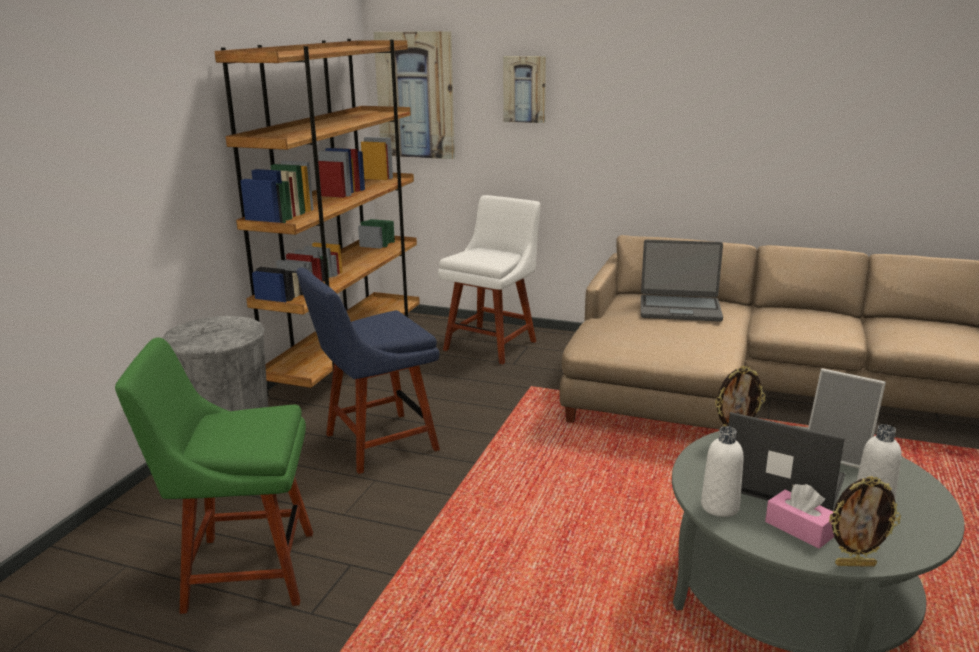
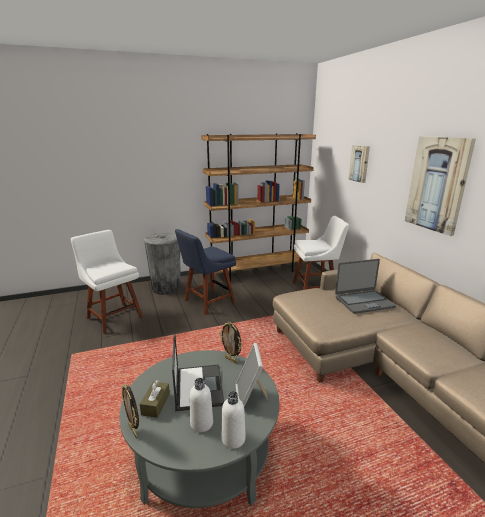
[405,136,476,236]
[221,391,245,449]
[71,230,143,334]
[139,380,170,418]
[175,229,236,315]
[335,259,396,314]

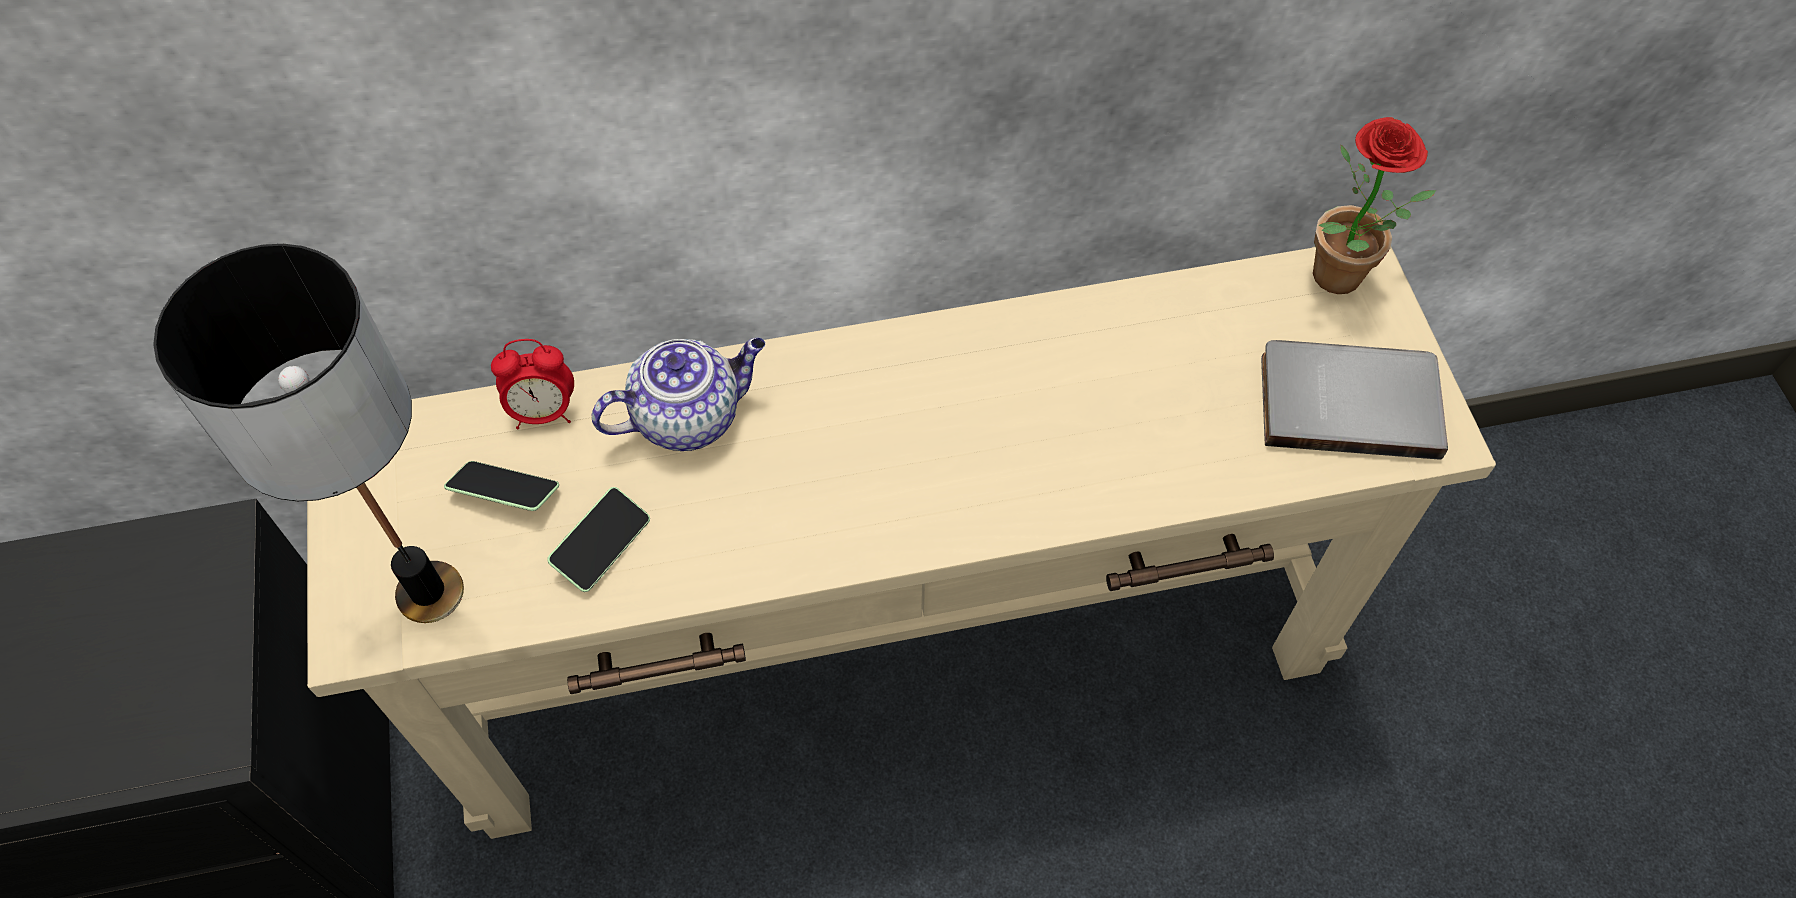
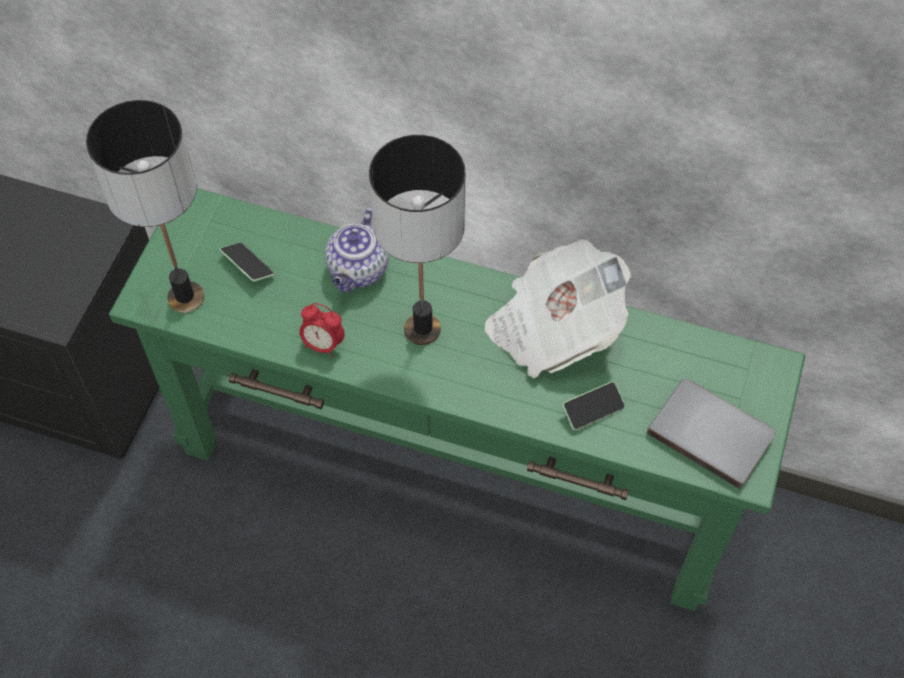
[1313,117,1437,294] (first image)
[369,135,466,345]
[485,240,631,378]
[299,303,345,358]
[563,381,625,430]
[109,188,805,611]
[325,207,389,292]

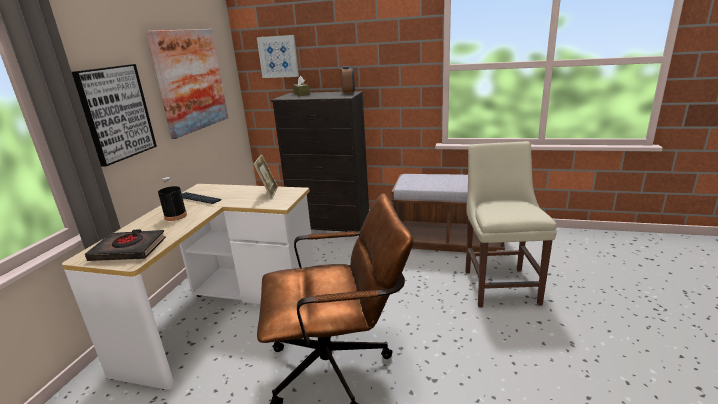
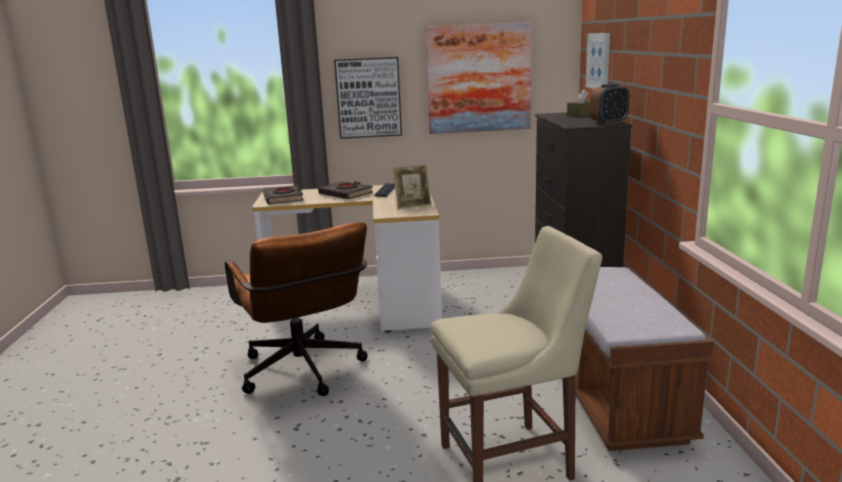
[318,181,373,199]

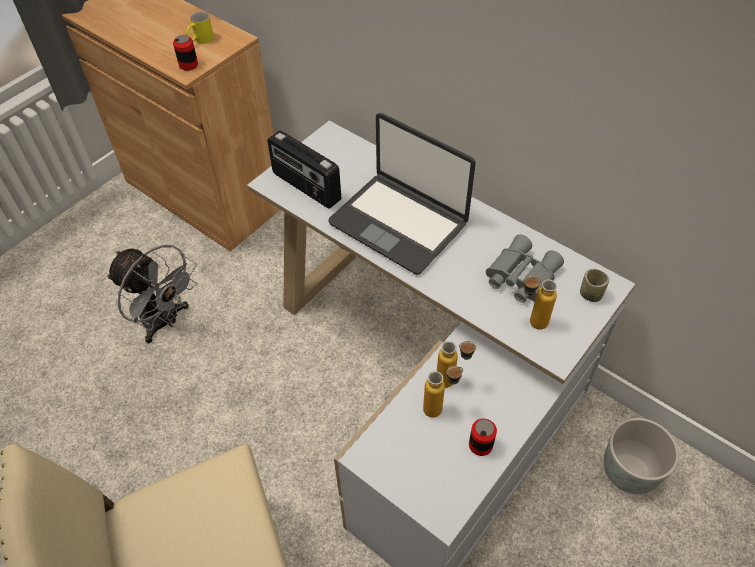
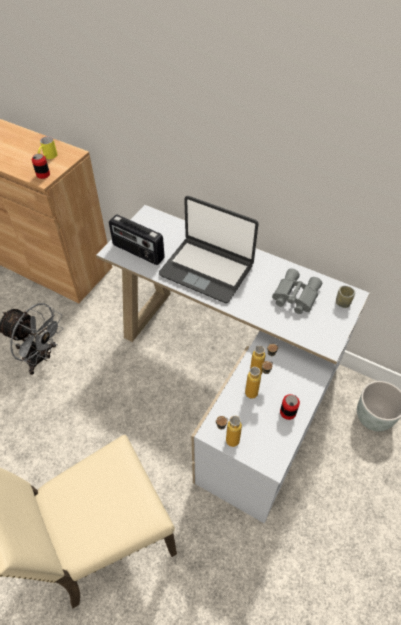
[215,416,242,447]

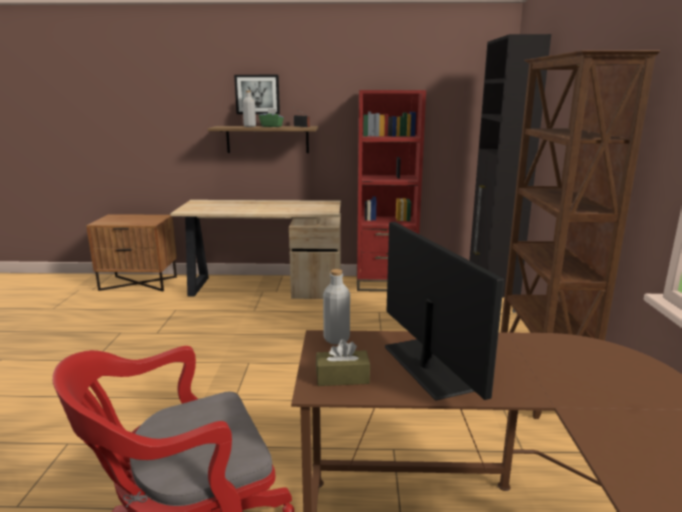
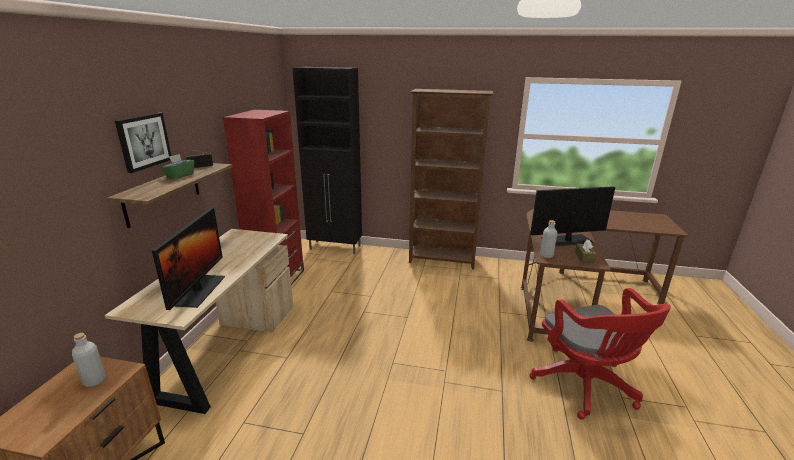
[152,208,225,310]
[72,333,106,387]

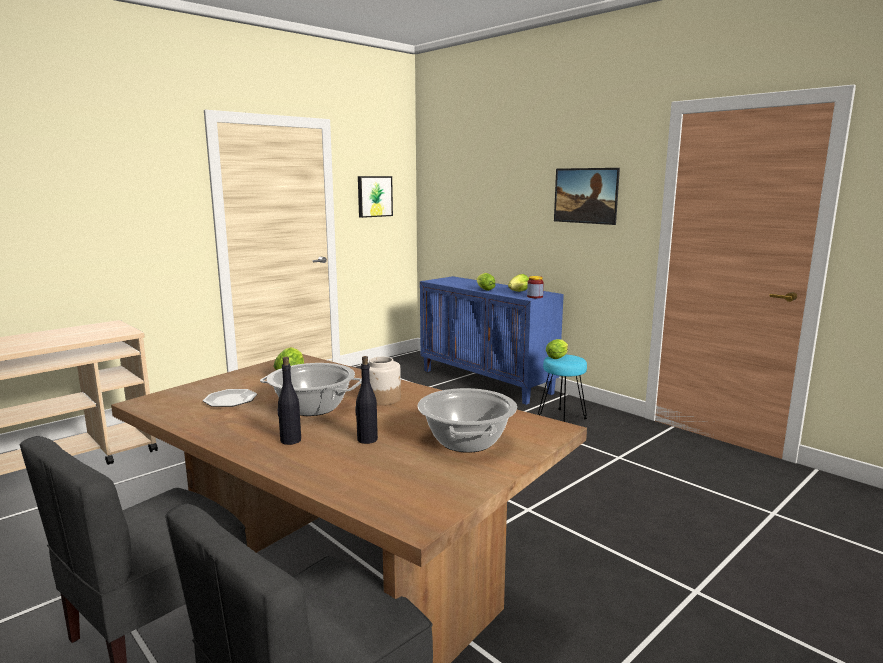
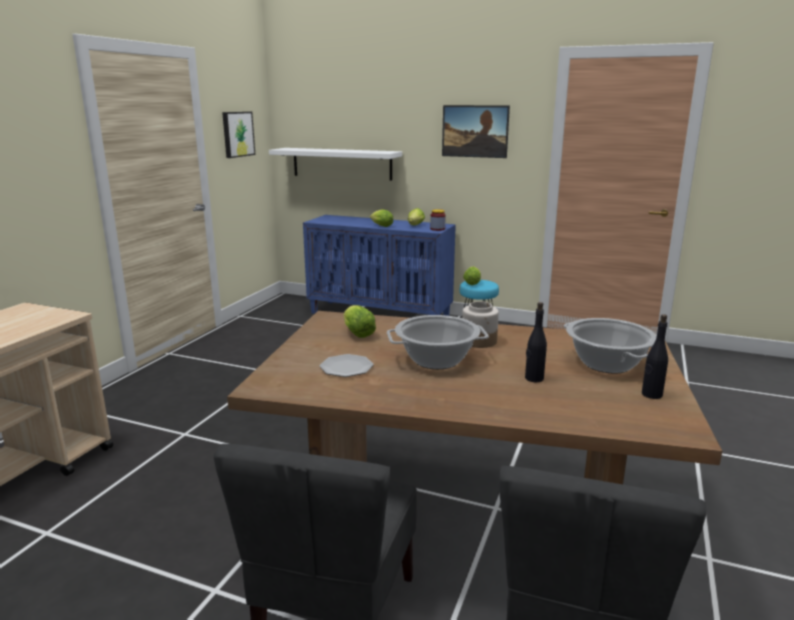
[269,148,402,180]
[642,314,668,399]

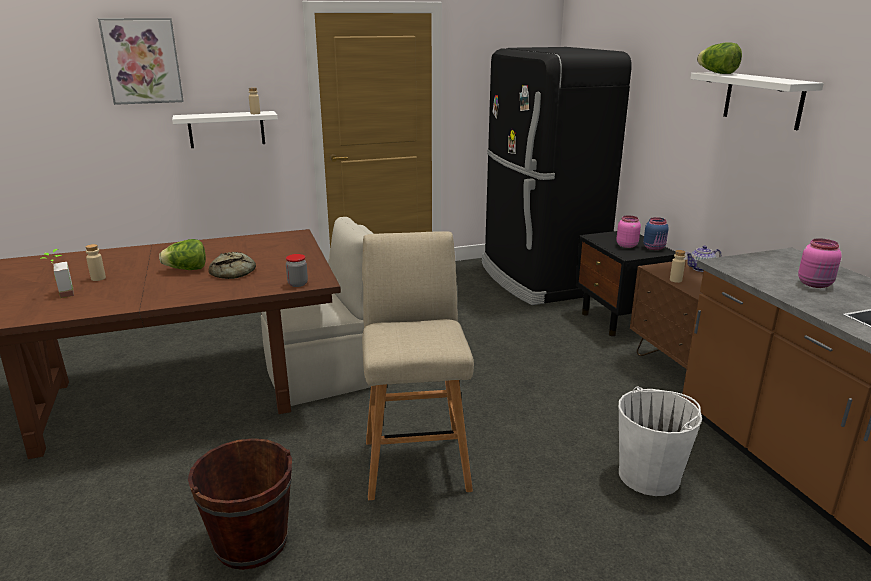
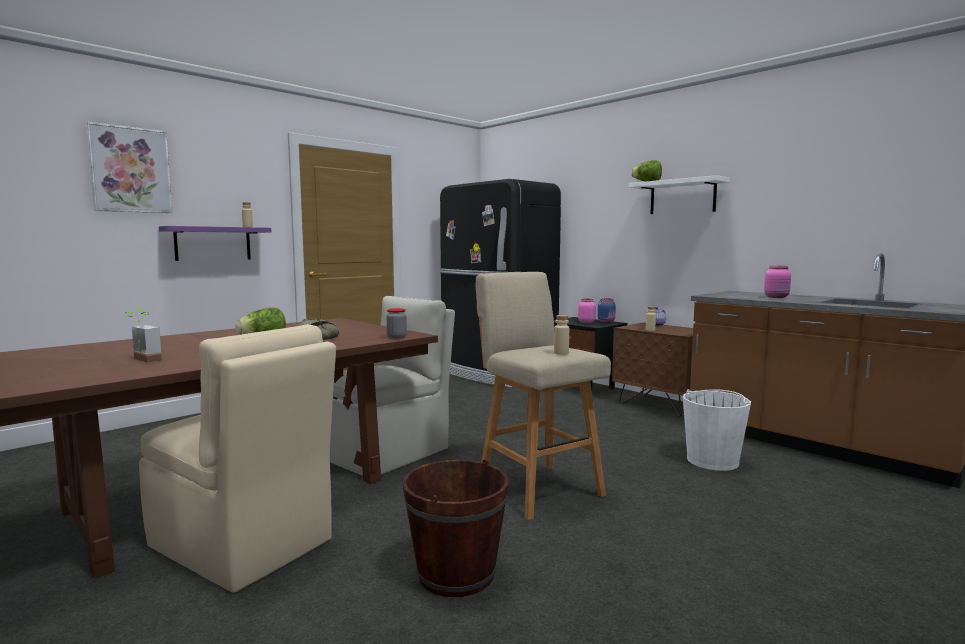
[139,324,336,593]
[554,315,569,355]
[159,226,271,261]

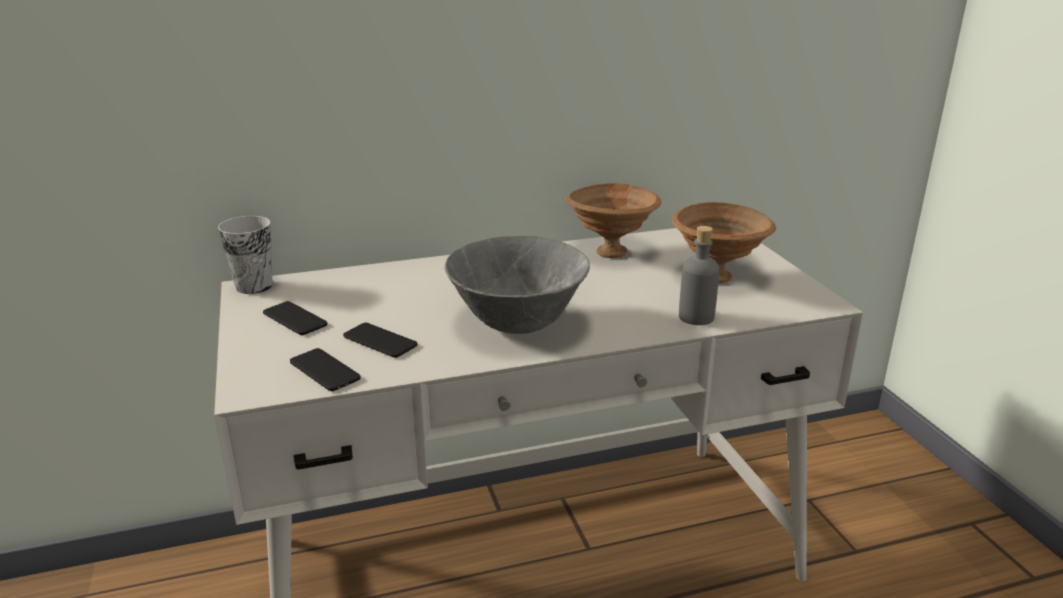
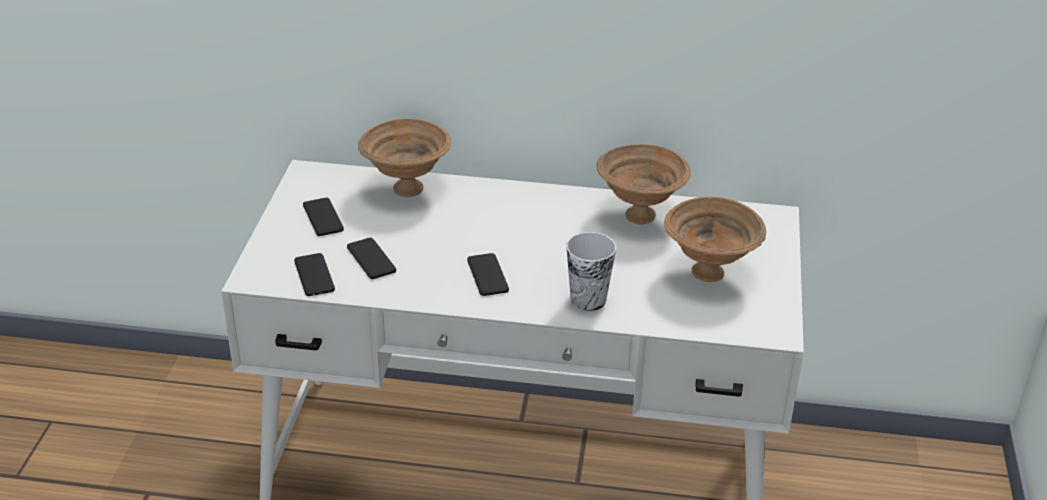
[679,226,720,325] (first image)
[358,119,451,197]
[566,232,616,311]
[467,253,509,296]

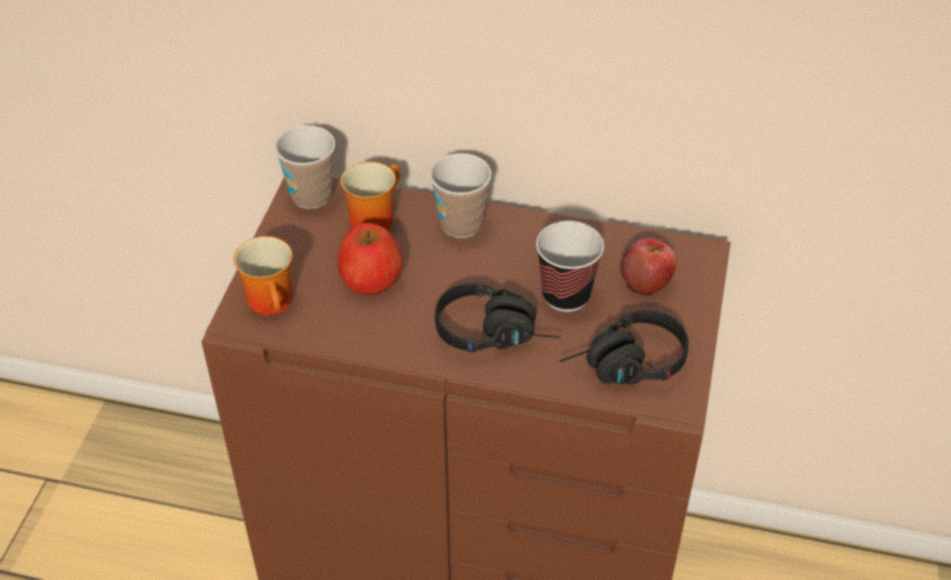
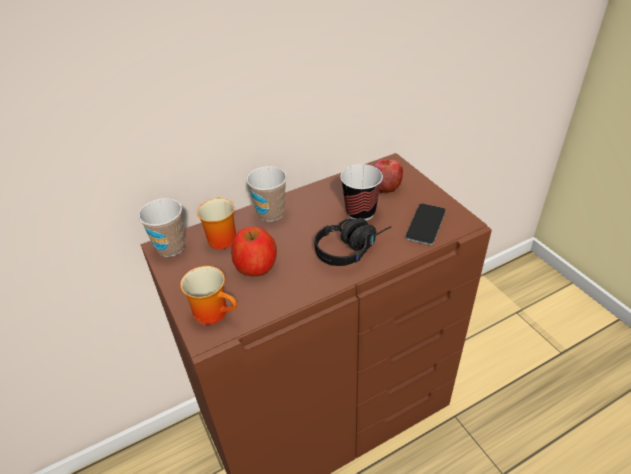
[405,204,446,245]

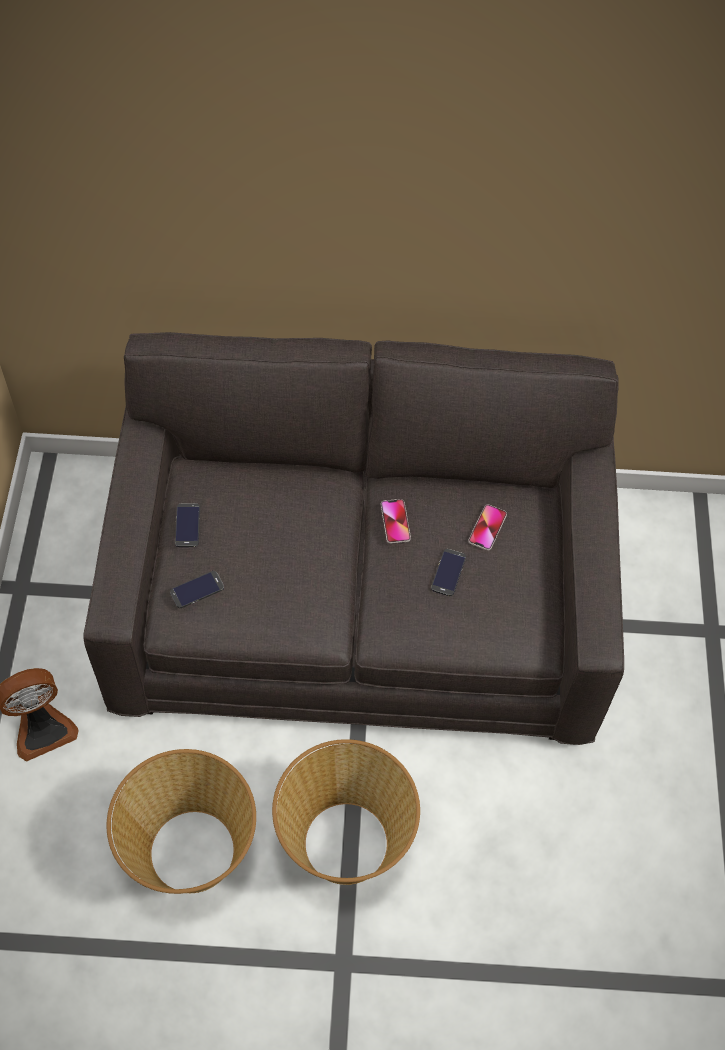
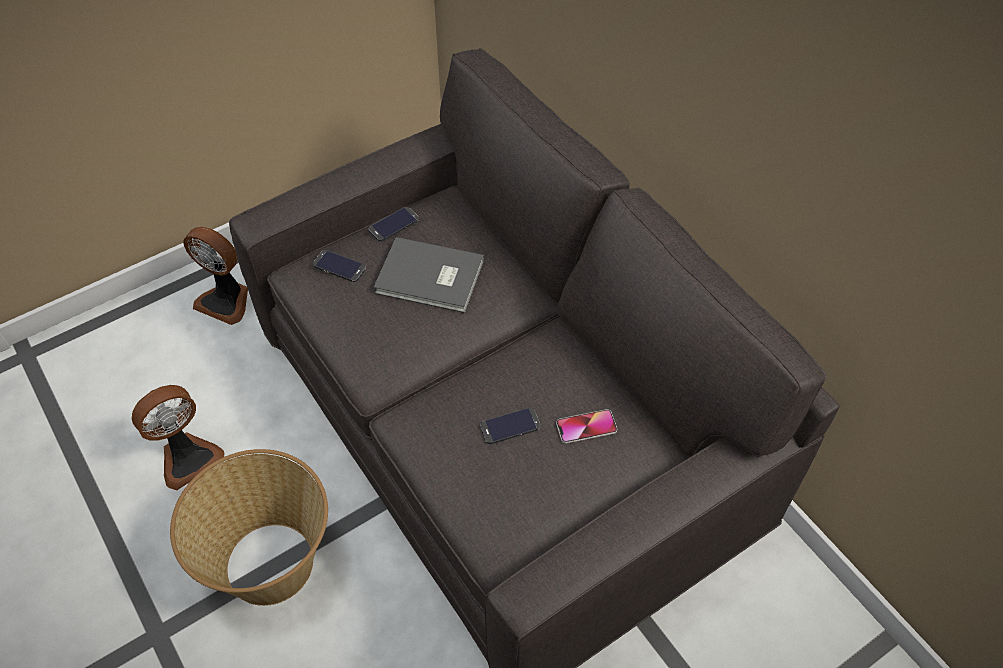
[381,499,411,544] (first image)
[374,237,484,313]
[132,385,224,490]

